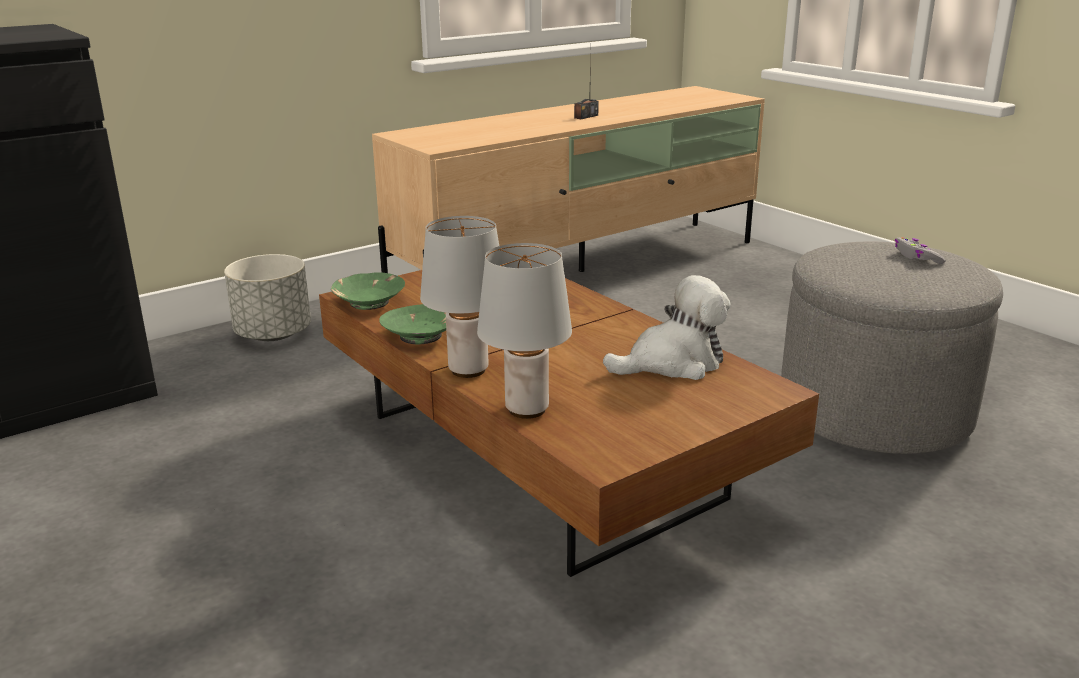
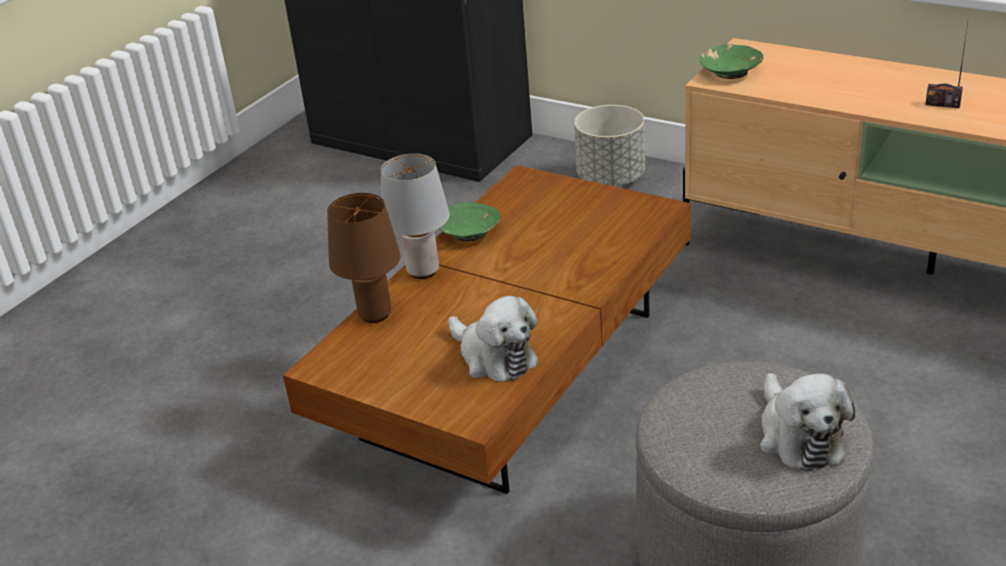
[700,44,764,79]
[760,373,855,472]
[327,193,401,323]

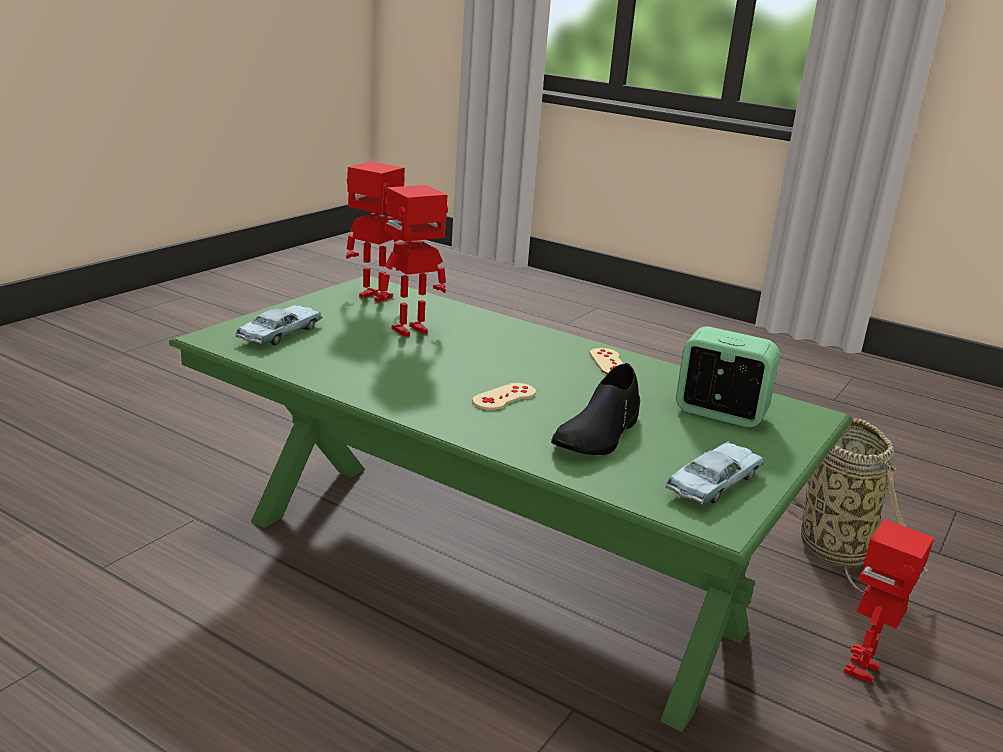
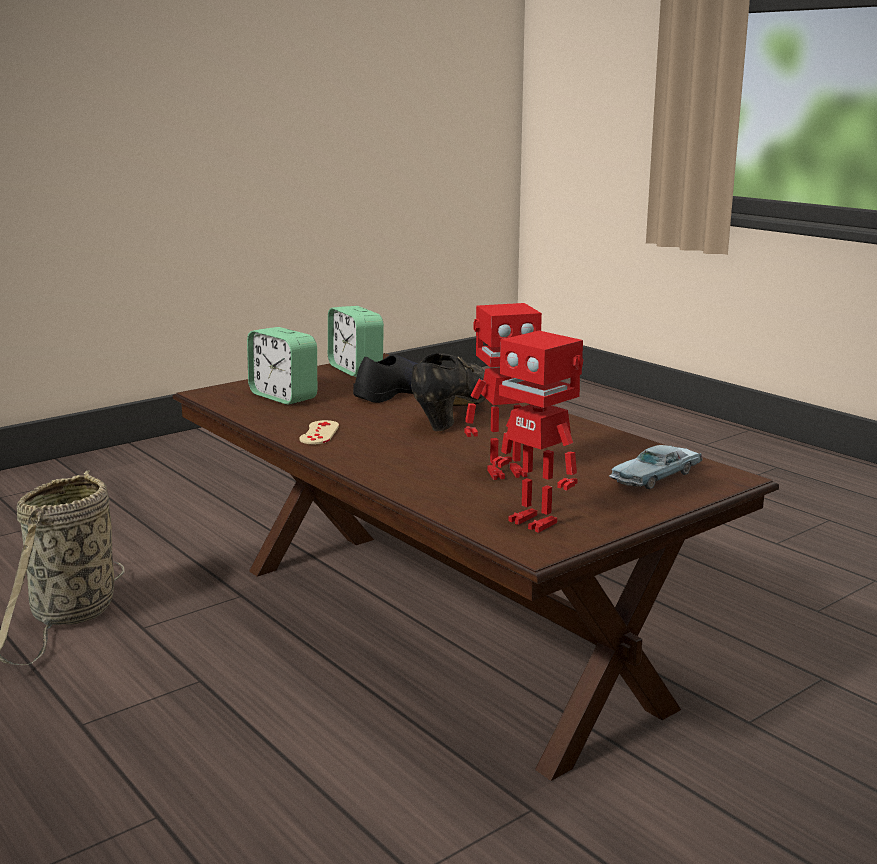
[844,519,934,683] (first image)
[411,353,486,431]
[328,306,384,377]
[173,353,779,781]

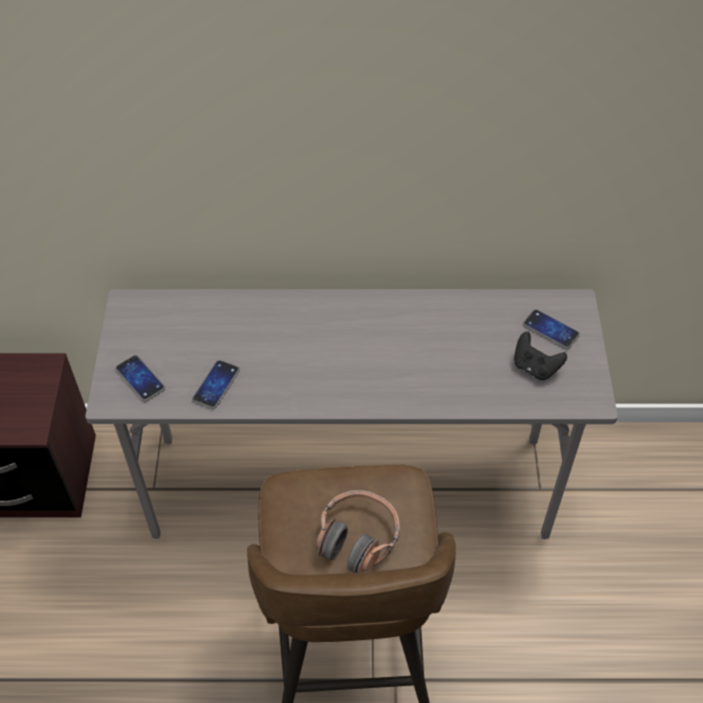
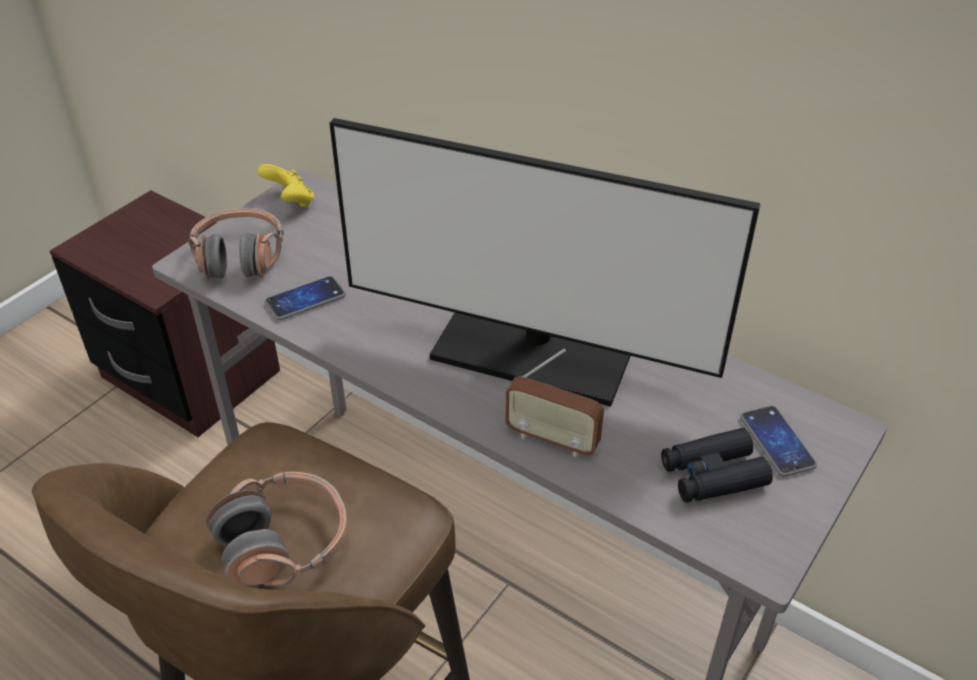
[257,164,314,207]
[329,118,761,407]
[505,349,604,457]
[188,208,284,280]
[661,428,773,503]

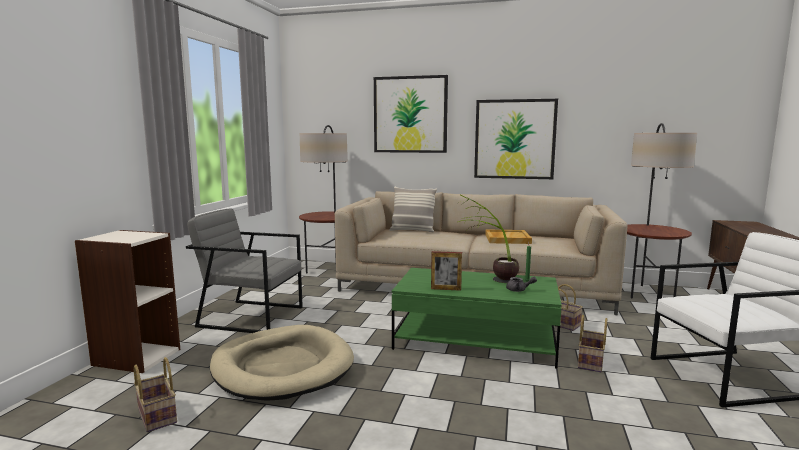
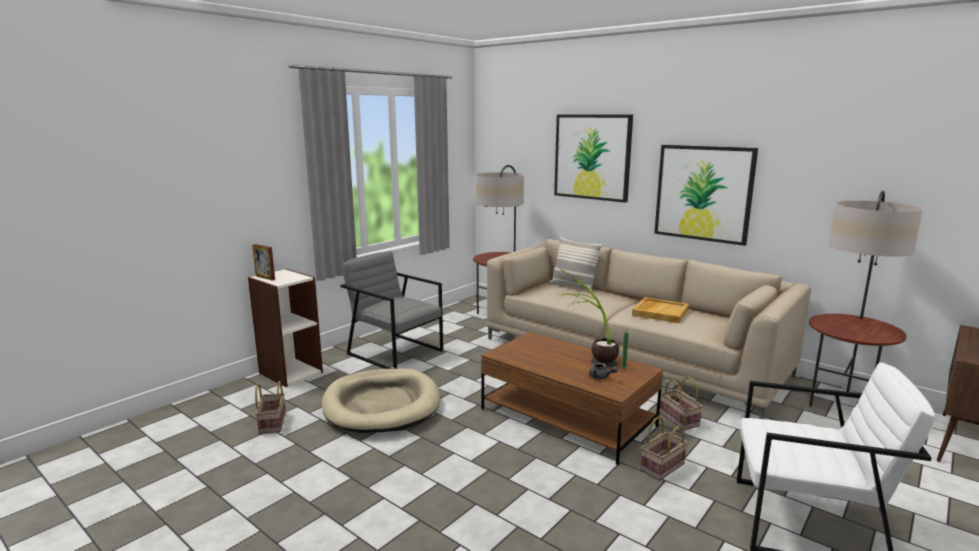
[252,244,275,280]
[481,332,663,465]

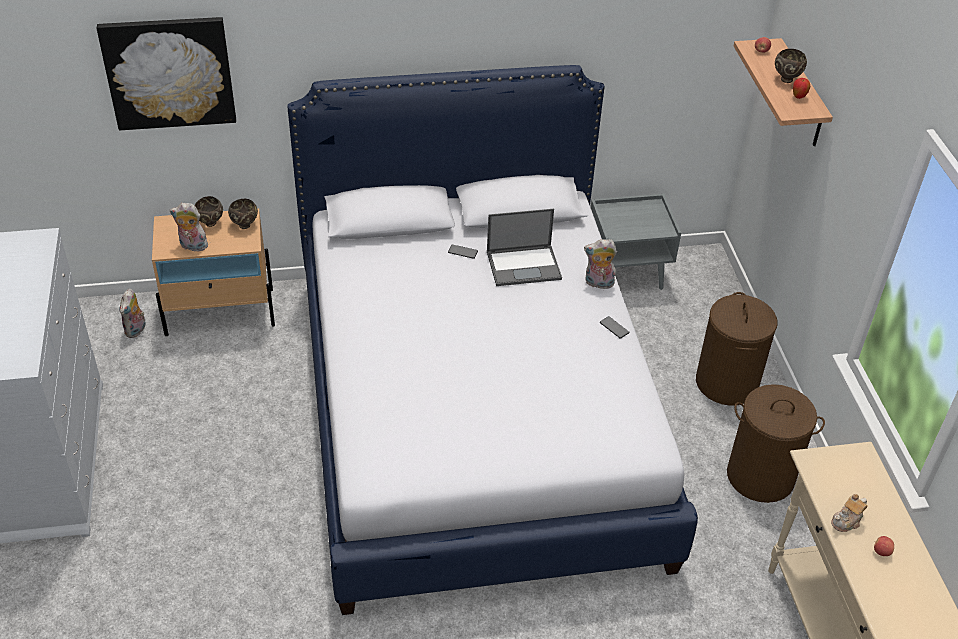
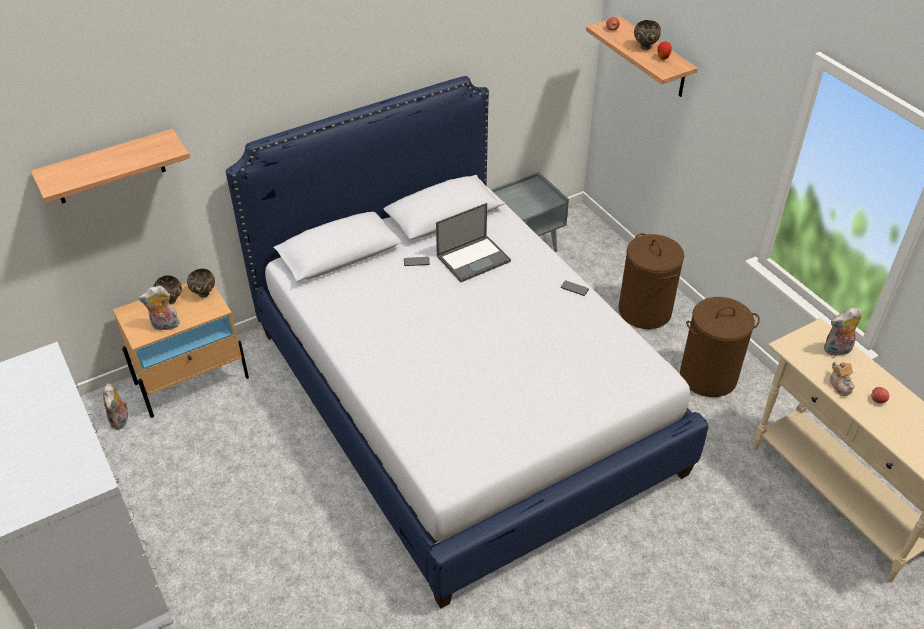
[824,307,861,356]
[31,129,190,204]
[830,361,854,396]

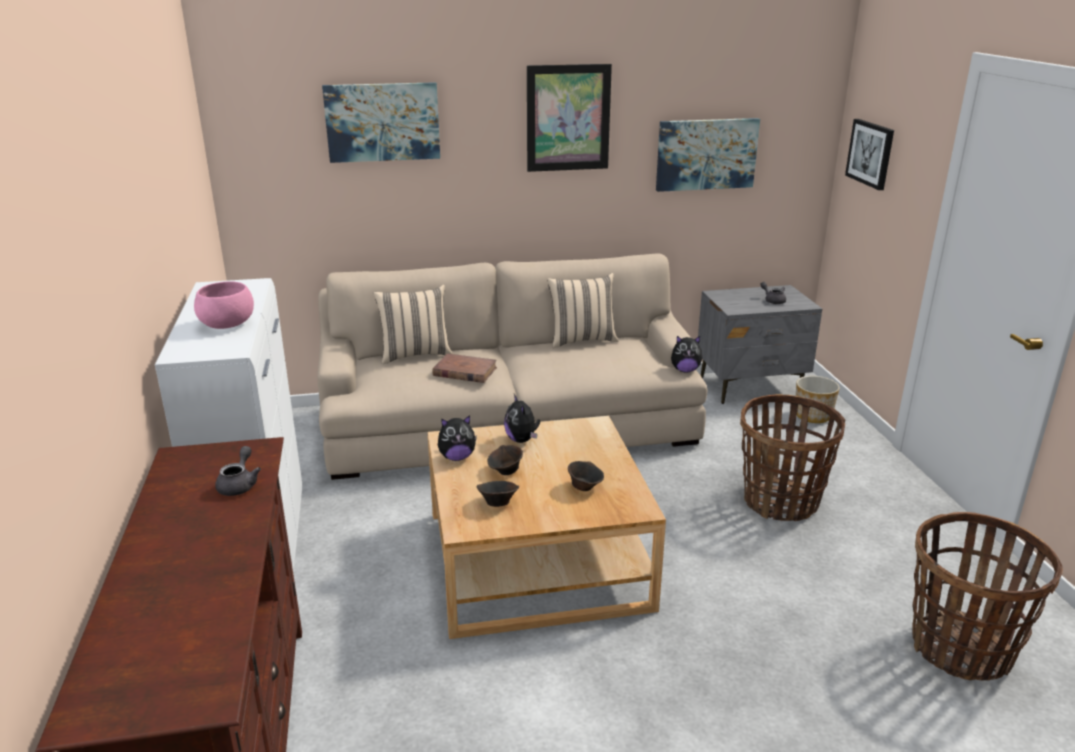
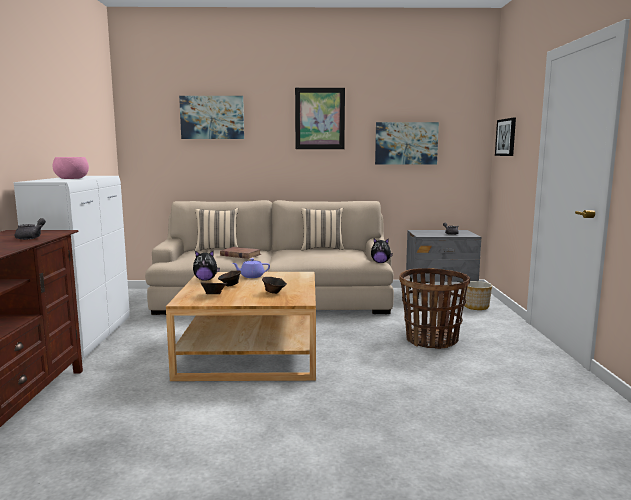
[912,512,1063,681] (first image)
[232,258,270,278]

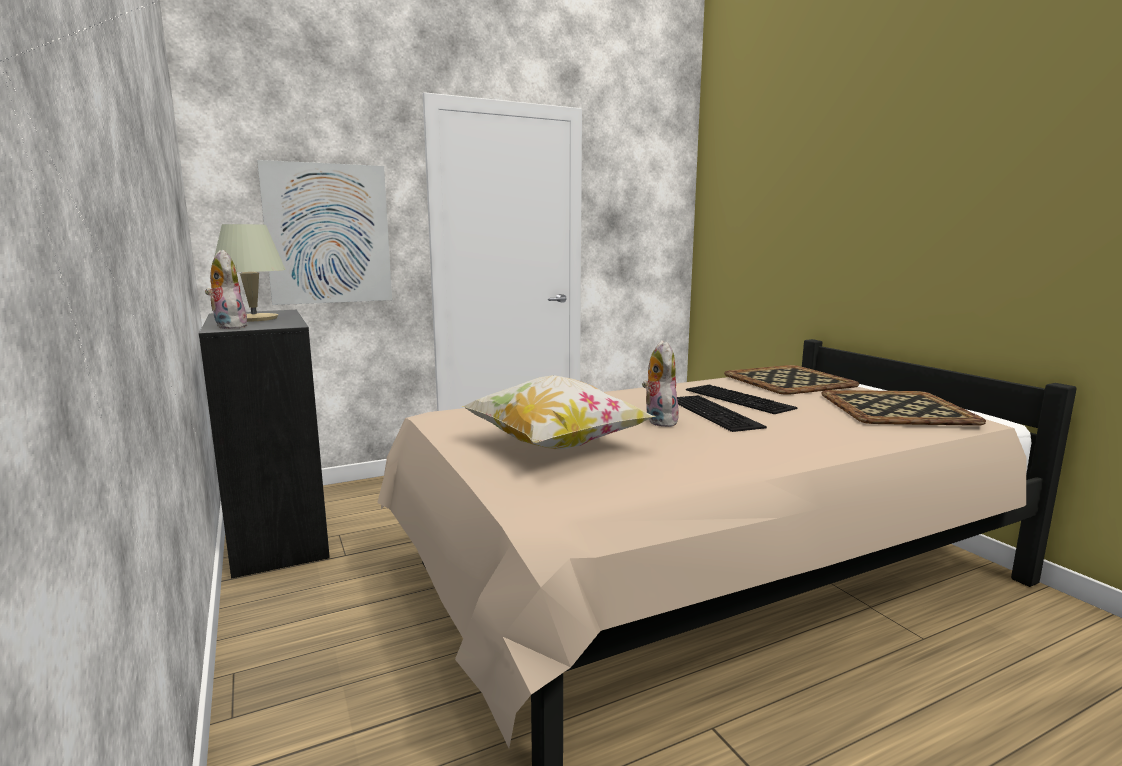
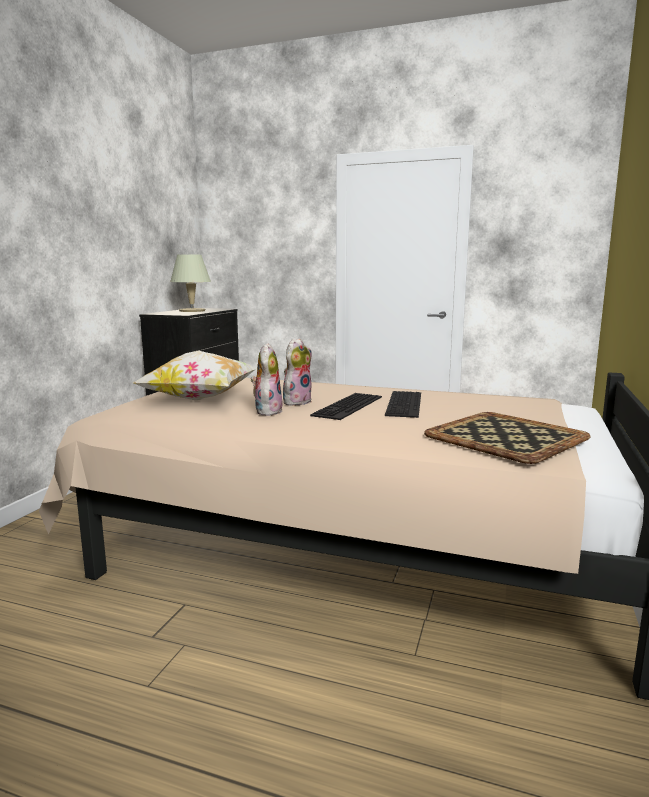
[257,160,392,305] (first image)
[724,365,859,395] (first image)
[251,343,283,416]

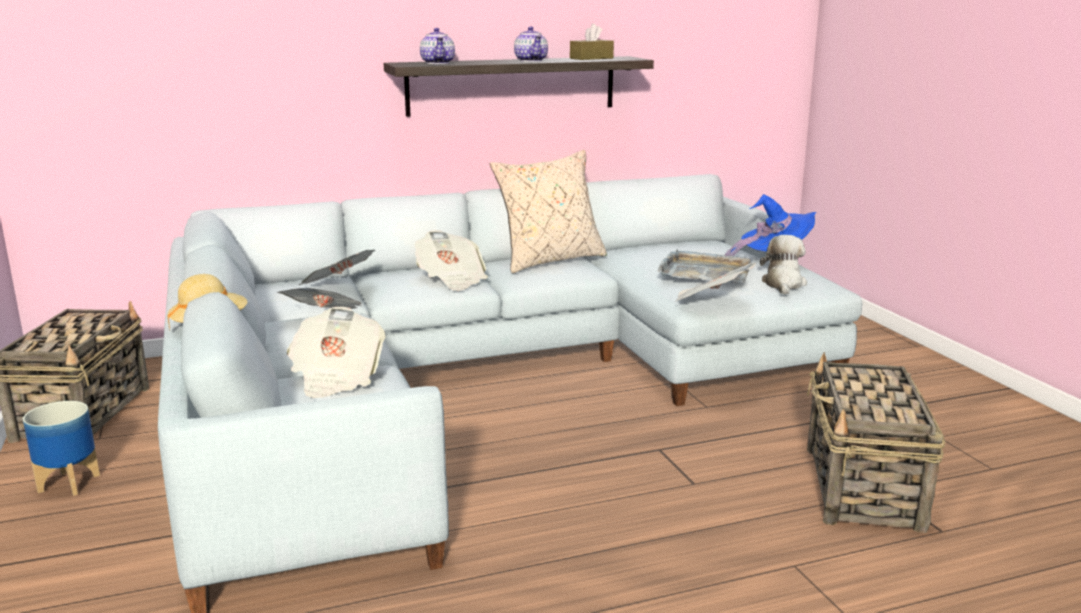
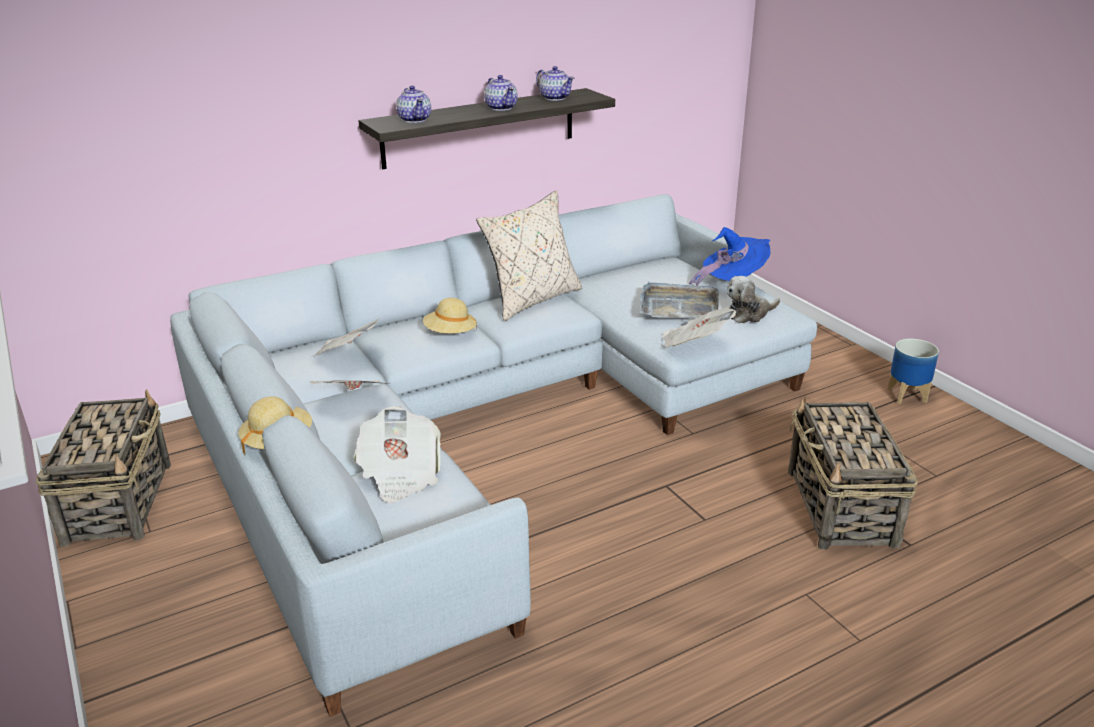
[888,338,939,404]
[423,298,477,333]
[536,66,574,101]
[727,276,780,323]

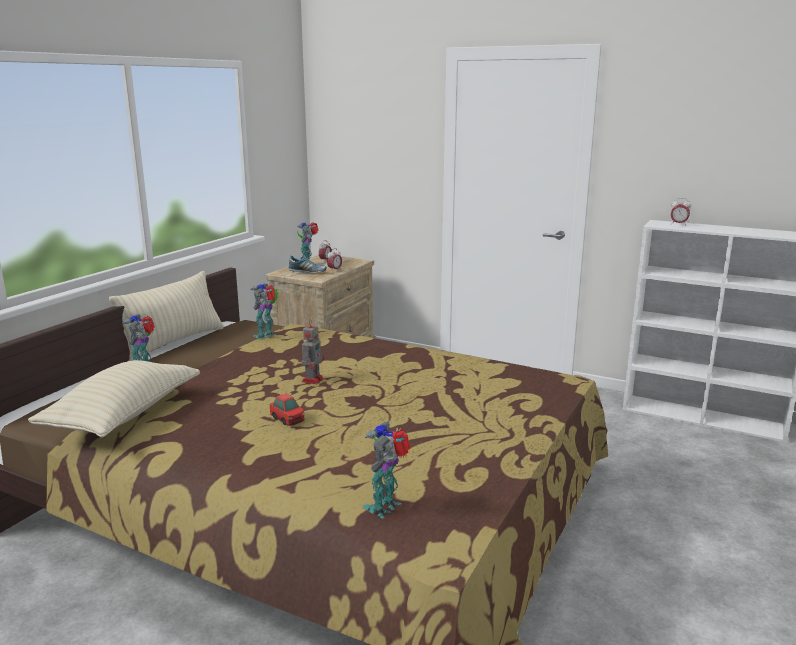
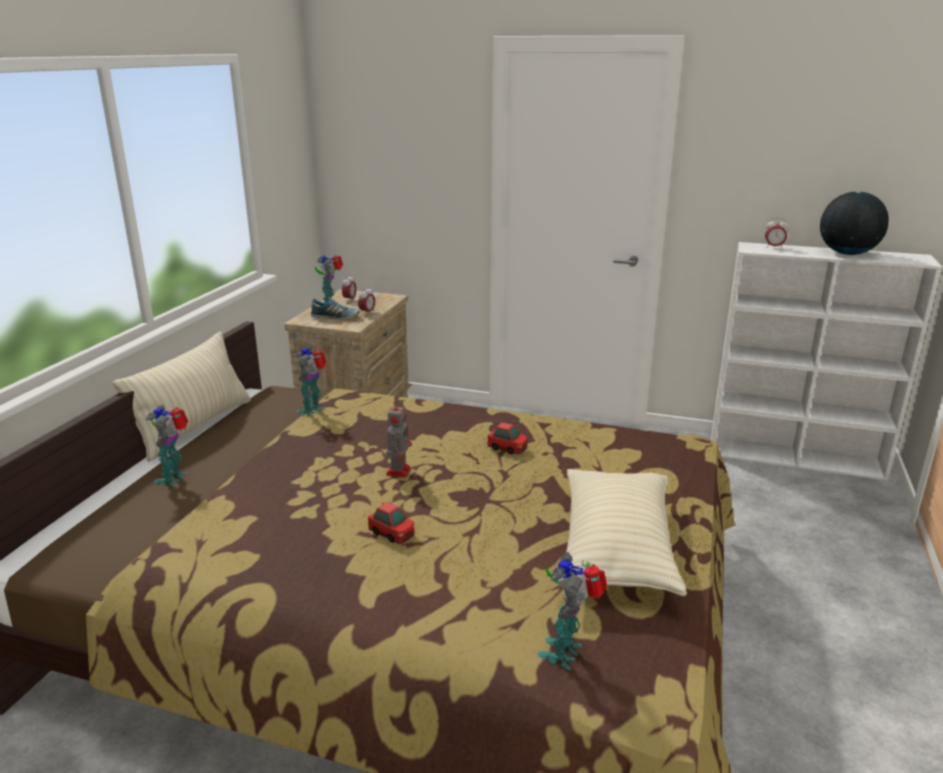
[488,422,527,454]
[820,191,889,255]
[566,469,687,597]

